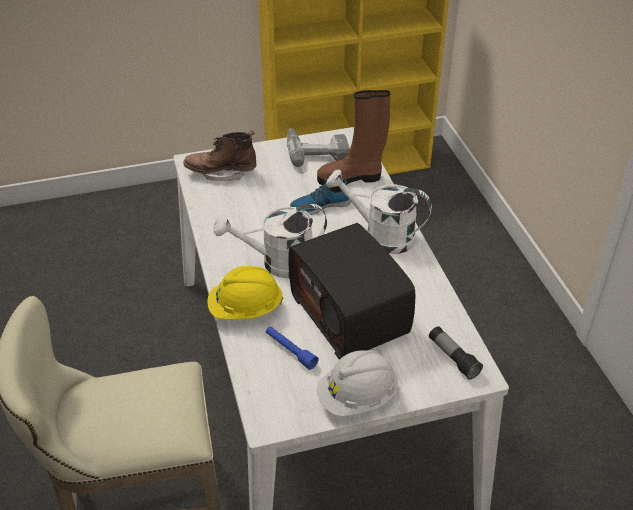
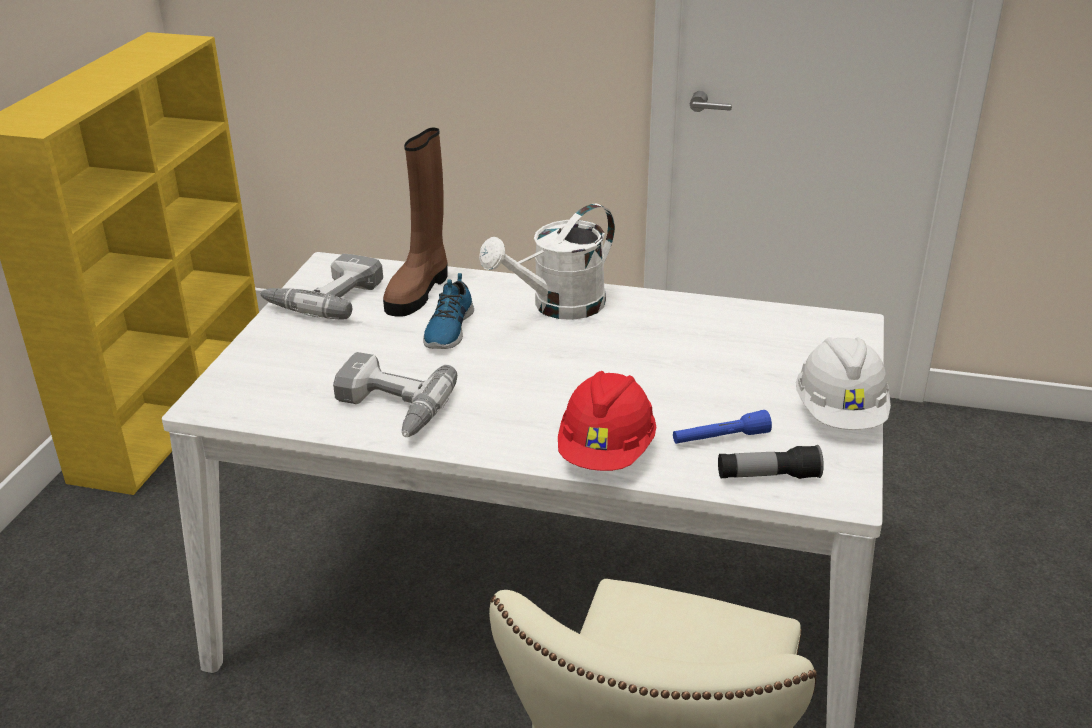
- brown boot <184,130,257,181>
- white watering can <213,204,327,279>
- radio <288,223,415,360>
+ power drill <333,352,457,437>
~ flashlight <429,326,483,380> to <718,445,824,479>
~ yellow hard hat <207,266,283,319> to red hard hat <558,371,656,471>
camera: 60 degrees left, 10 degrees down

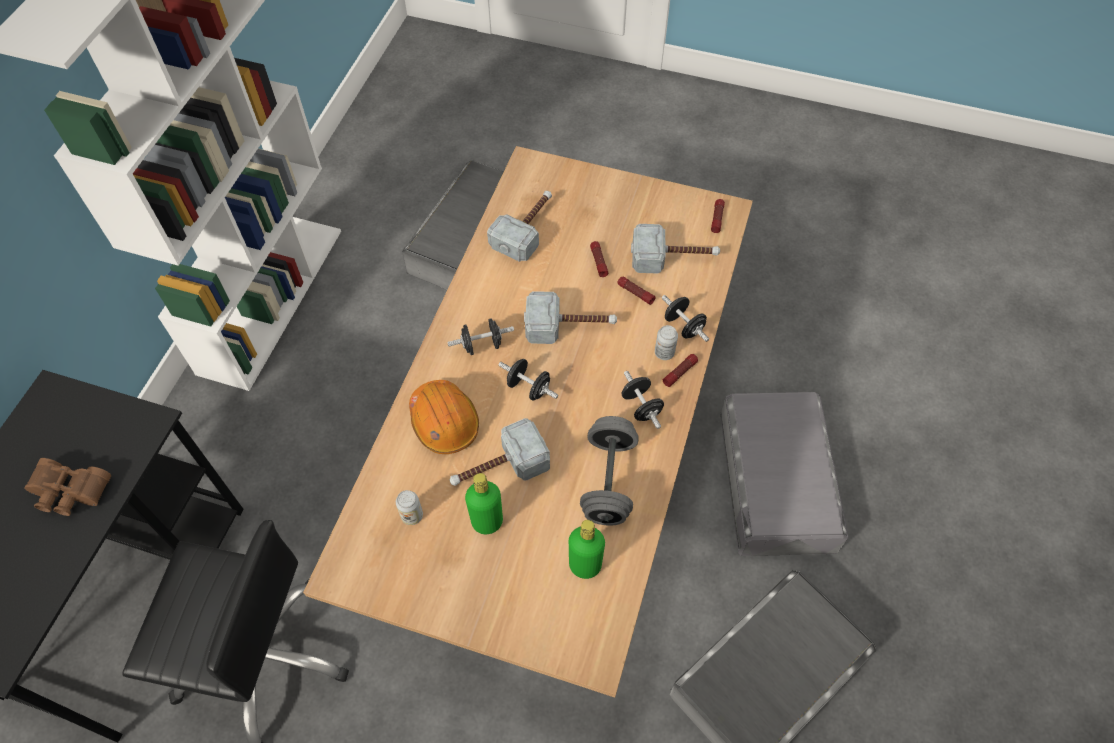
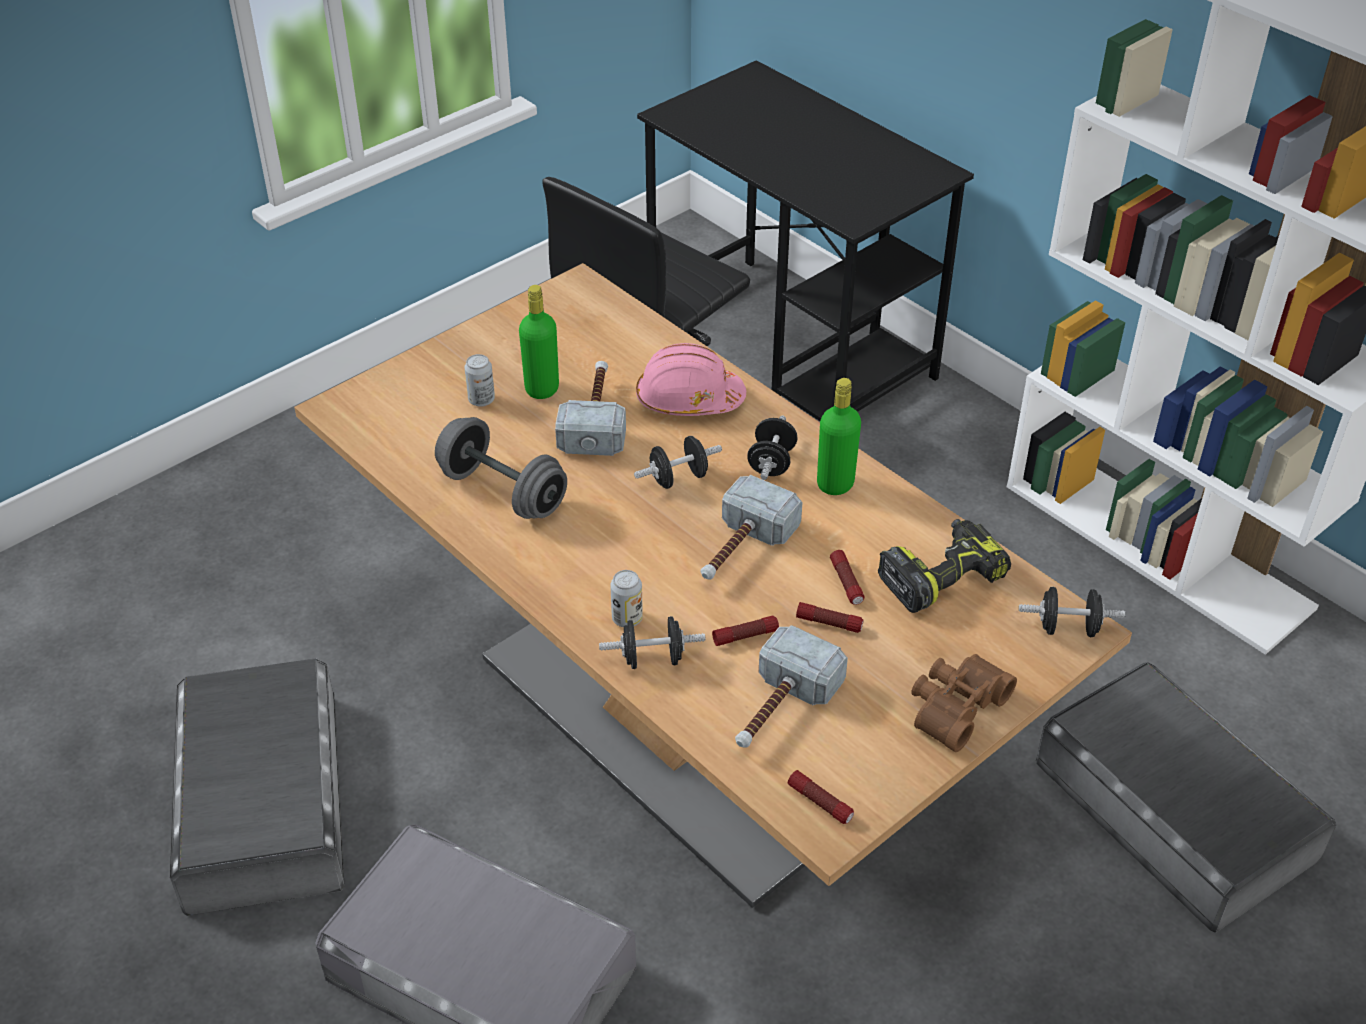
~ brown binoculars <24,458,111,516> to <911,654,1017,752>
~ can <396,490,423,525> to <464,354,495,407>
~ green bottle <569,520,605,579> to <817,378,861,495>
~ black dumbbell <622,371,664,429> to <1019,587,1125,637>
~ flashlight <663,354,698,387> to <830,550,864,605>
~ hammer <487,191,552,262> to power drill <878,519,1011,613>
~ orange hard hat <409,380,479,454> to pink hard hat <636,343,746,416>
camera: 120 degrees right, 15 degrees down

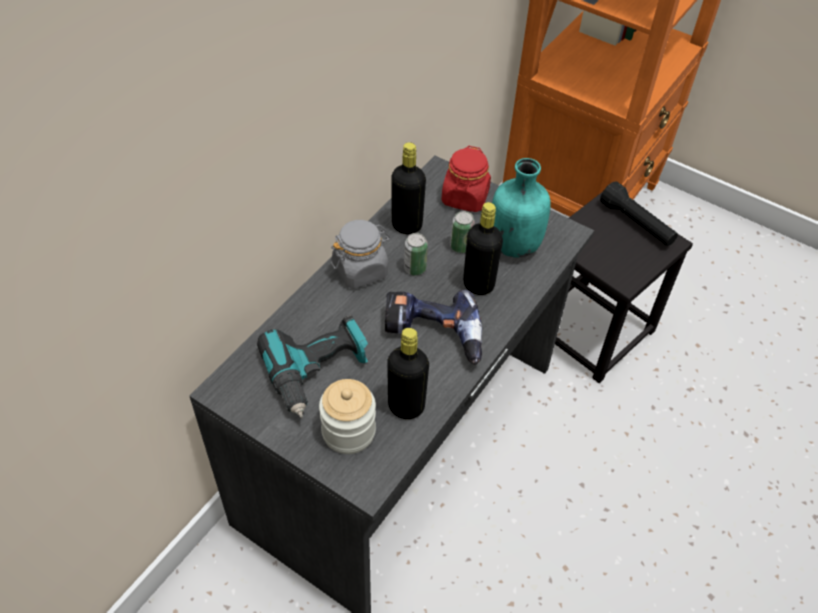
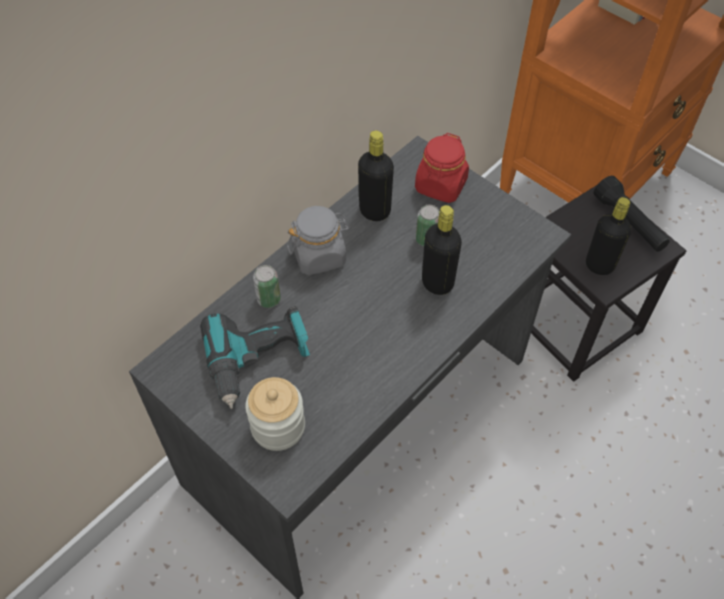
- power drill <385,290,482,365>
- turquoise bottle <492,158,551,258>
~ black bottle <387,328,429,419> to <586,197,631,275>
~ can <404,233,428,275> to <253,265,281,308>
camera: 10 degrees right, 5 degrees up

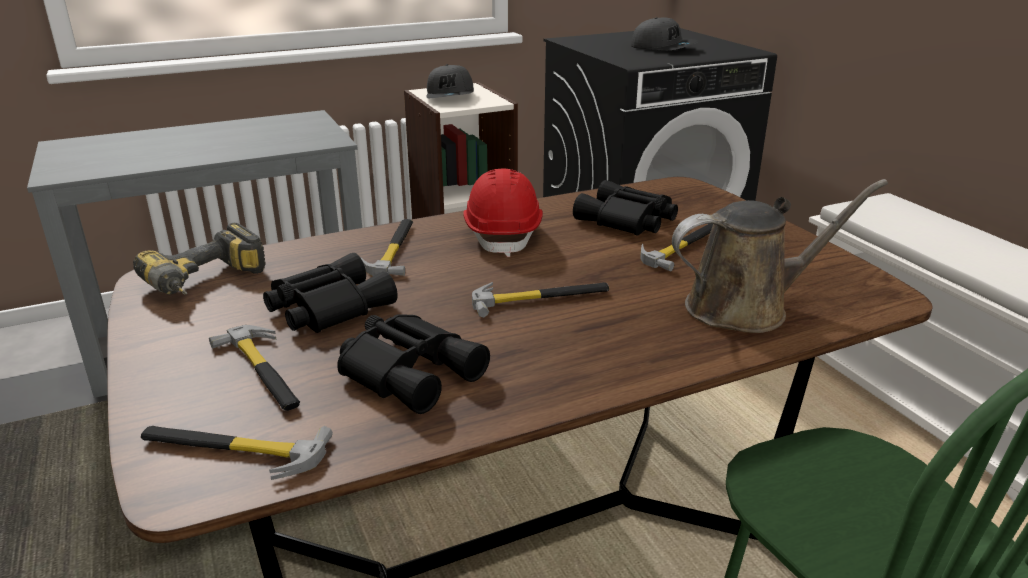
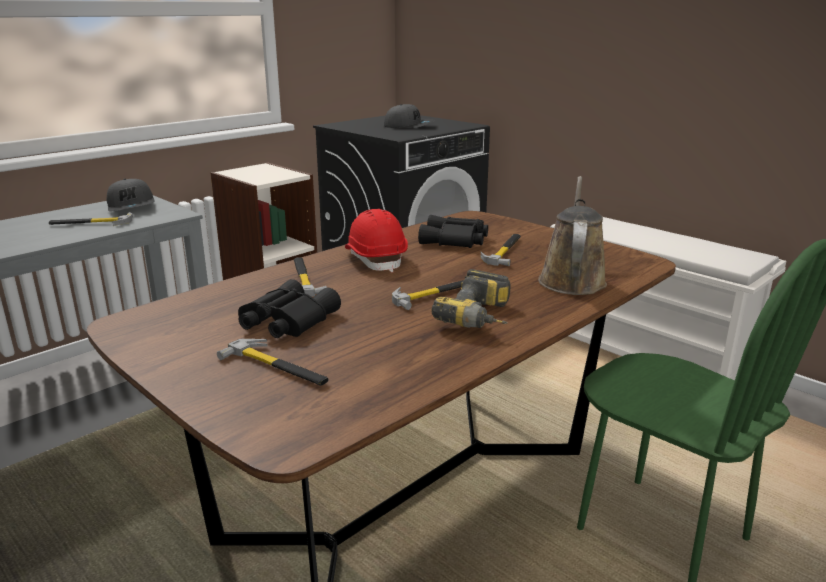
- black binoculars <337,314,490,414>
~ power drill <133,223,266,295> to <431,269,511,328>
~ hammer <141,426,333,480> to <49,212,133,226>
~ grey cap <427,64,474,98> to <107,179,154,211>
~ brown watering can <672,179,888,333> = <538,176,607,295> 45 degrees counterclockwise
camera: 20 degrees left, 5 degrees down

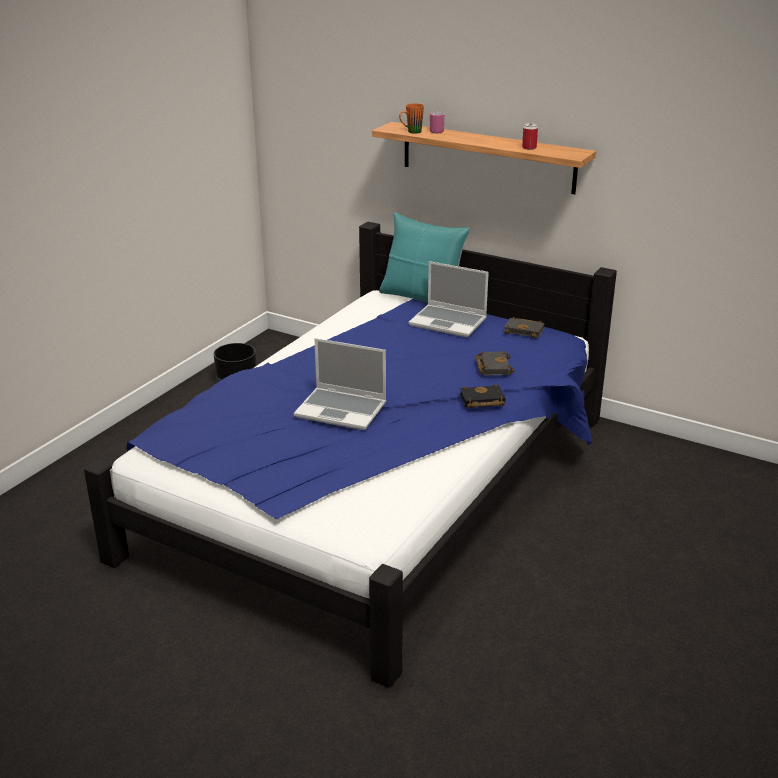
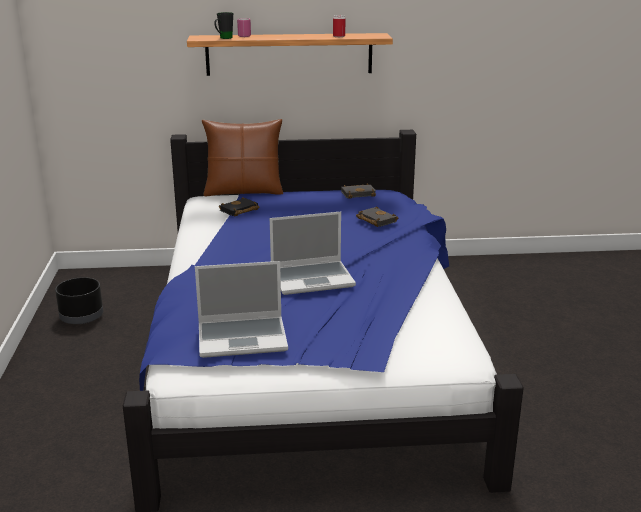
~ laptop <409,261,489,337> to <195,261,288,358>
~ black book <460,384,506,408> to <219,197,259,216>
~ turquoise pillow <379,212,470,302> to brown pillow <202,119,283,196>
~ orange mug <399,103,424,133> to black mug <214,12,233,39>
camera: 35 degrees left, 5 degrees down

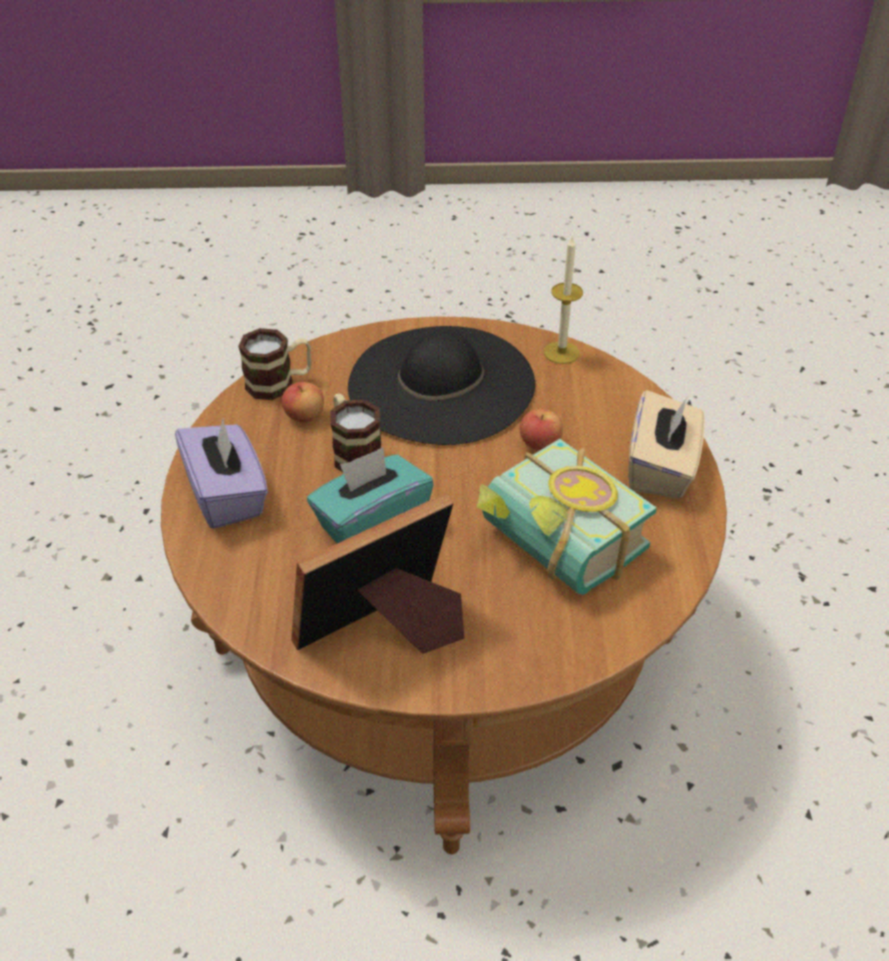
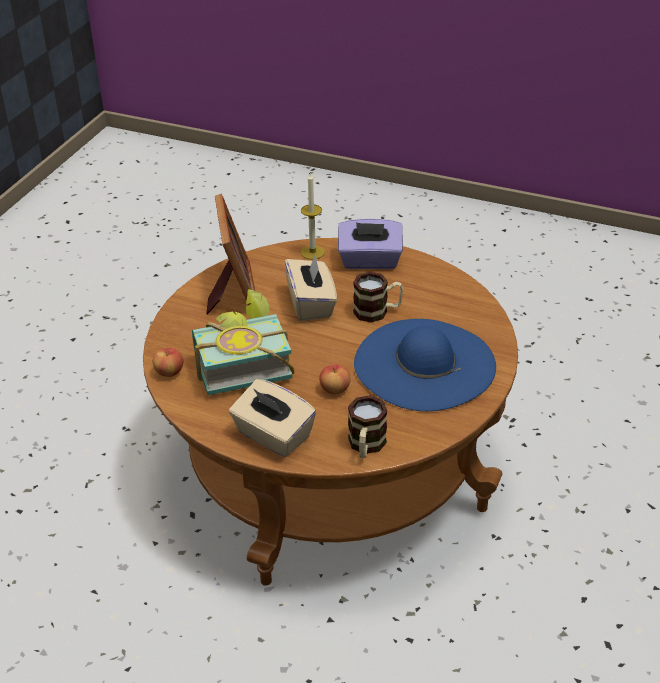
~ mug <238,328,311,400> to <348,395,387,458>
~ apple <282,382,324,422> to <153,347,183,377>
~ candle <544,237,583,364> to <301,173,325,259>
~ turquoise tissue box <307,447,434,543> to beige tissue box <284,253,337,321>
~ black hat <348,326,535,445> to blue hat <354,319,496,411>
camera: 115 degrees right, 5 degrees down

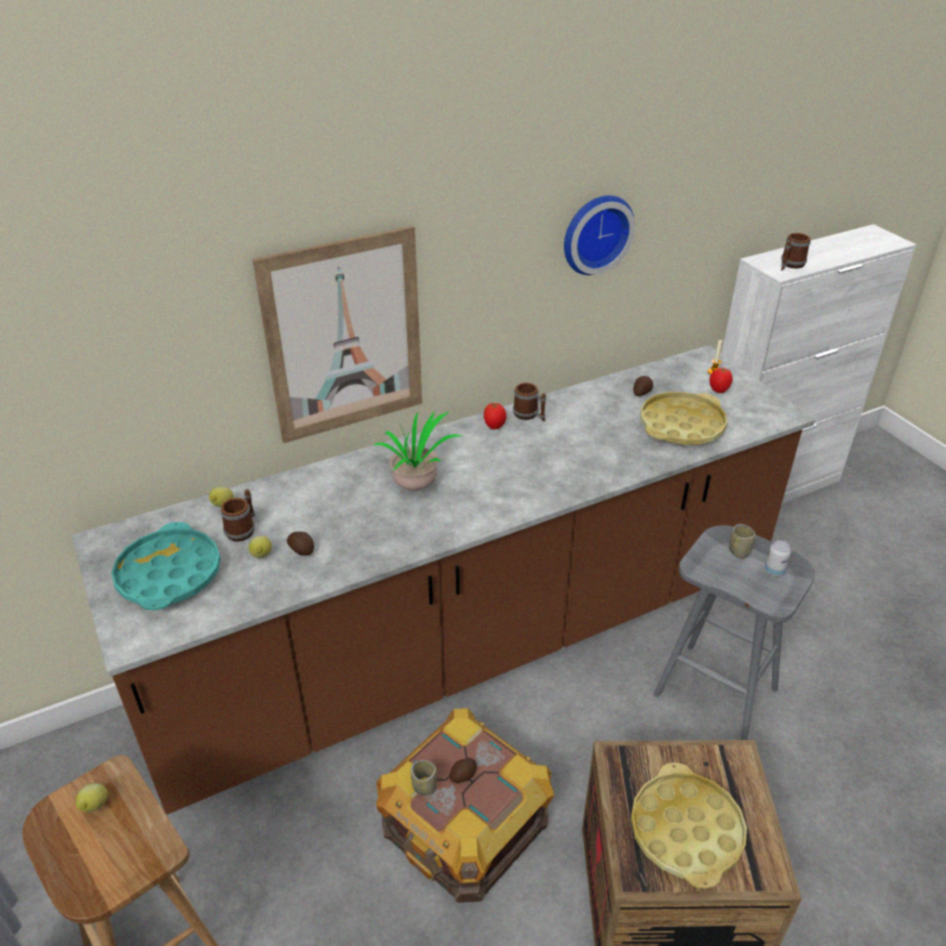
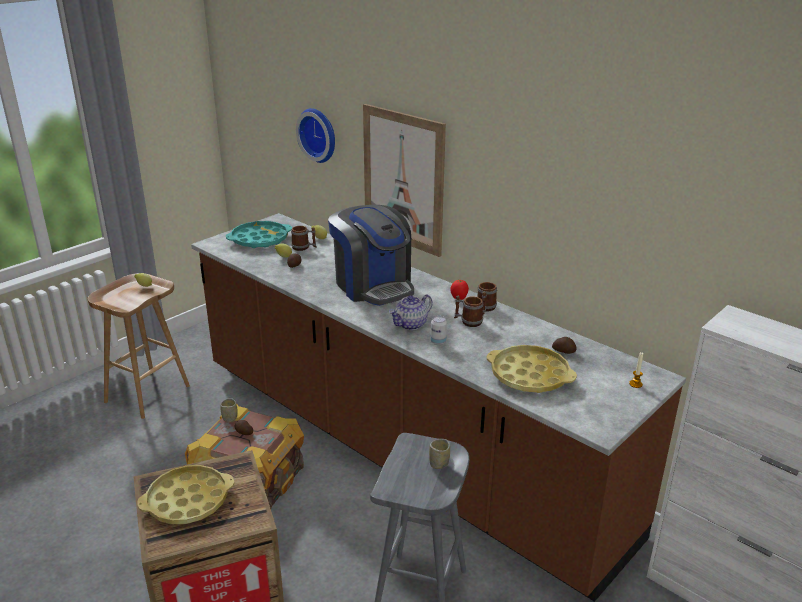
- tomato <709,368,733,393>
+ teapot <389,294,433,330>
~ wall clock <564,196,635,275> to <296,108,335,163>
~ can <765,540,791,576> to <431,316,447,345>
~ mug <781,233,811,271> to <454,296,483,327>
~ potted plant <374,411,462,490> to coffee machine <328,205,414,306>
camera: 70 degrees right, 10 degrees down

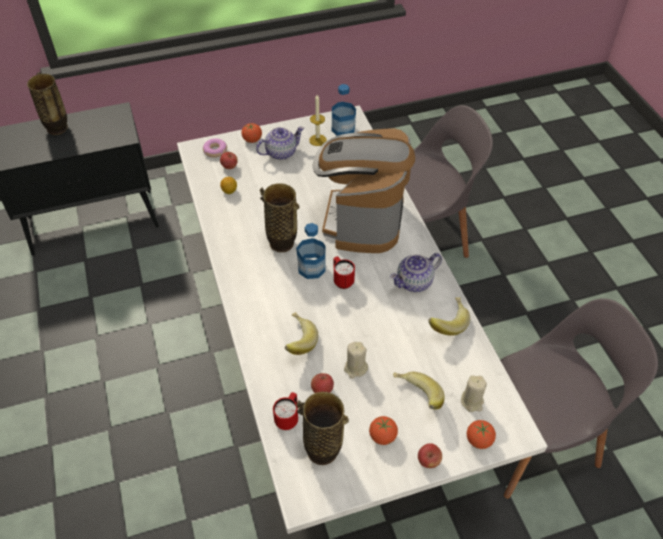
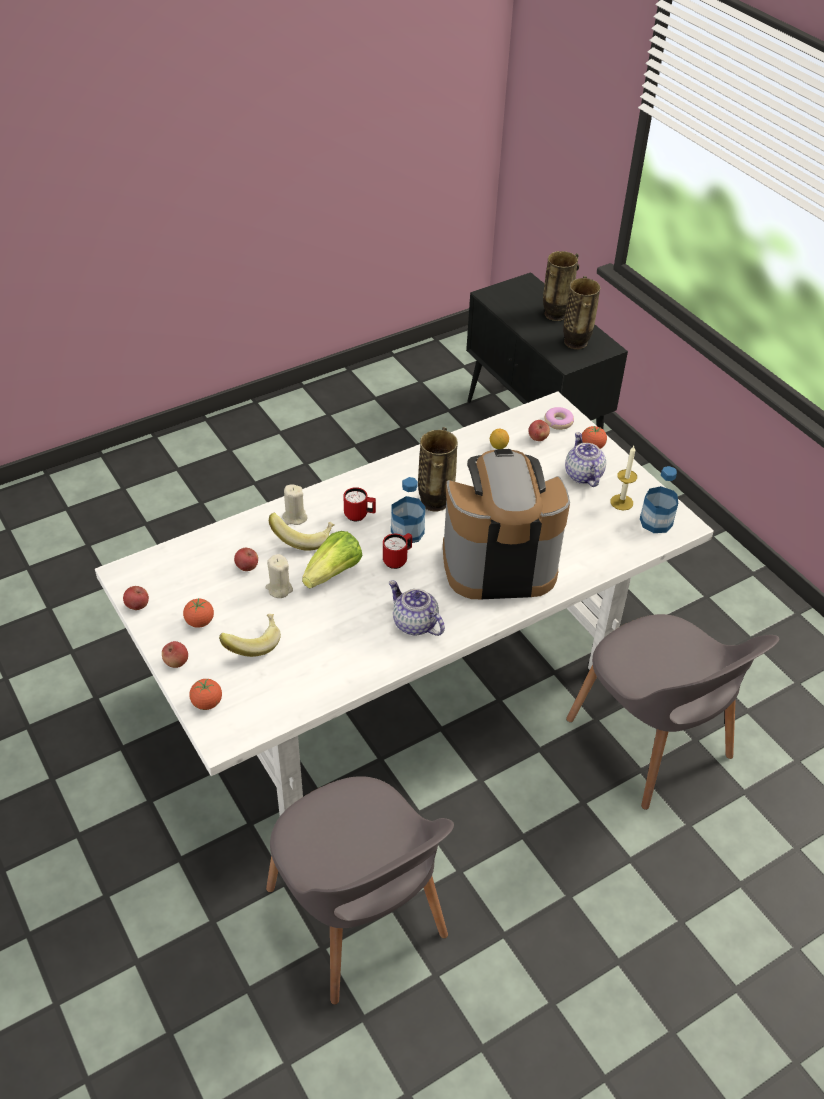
- banana <428,297,470,336>
+ apple <123,586,149,610>
+ lettuce <302,531,363,589>
~ red mug <273,392,298,430> to <343,487,376,521>
~ vase <296,392,349,465> to <563,276,600,349>
~ beige candle <461,375,487,412> to <282,484,307,525>
~ teapot <256,126,304,160> = <565,432,606,487> 150 degrees counterclockwise
camera: 75 degrees right, 5 degrees down

